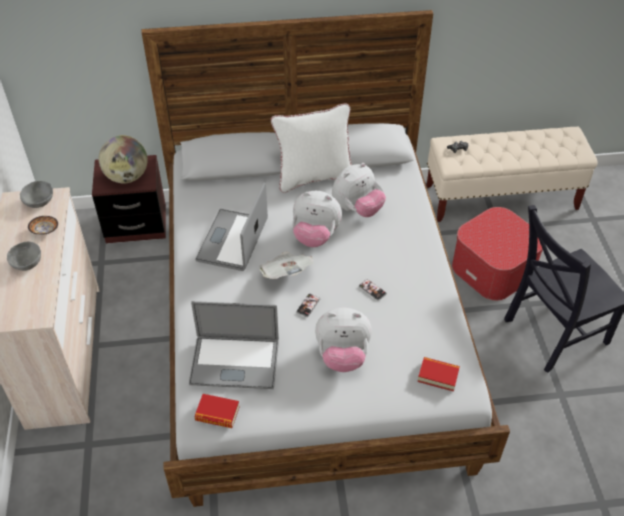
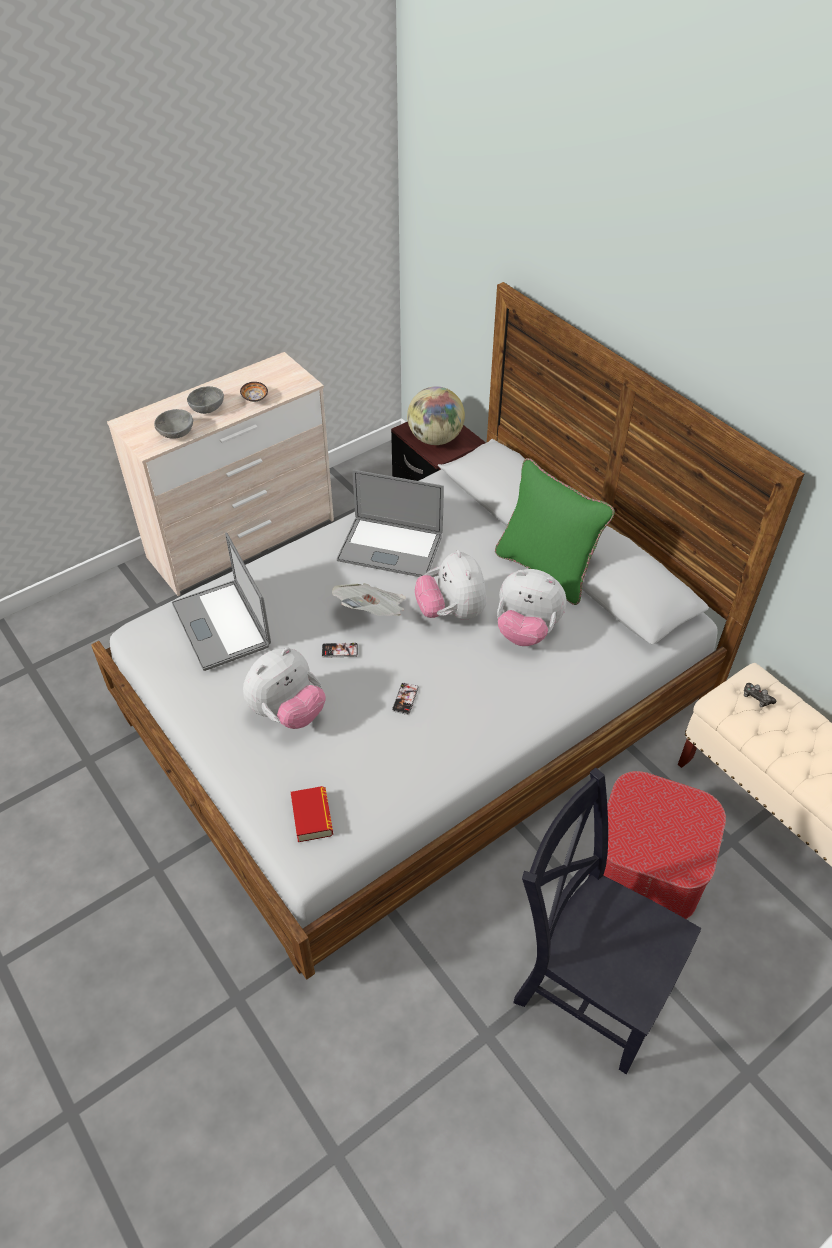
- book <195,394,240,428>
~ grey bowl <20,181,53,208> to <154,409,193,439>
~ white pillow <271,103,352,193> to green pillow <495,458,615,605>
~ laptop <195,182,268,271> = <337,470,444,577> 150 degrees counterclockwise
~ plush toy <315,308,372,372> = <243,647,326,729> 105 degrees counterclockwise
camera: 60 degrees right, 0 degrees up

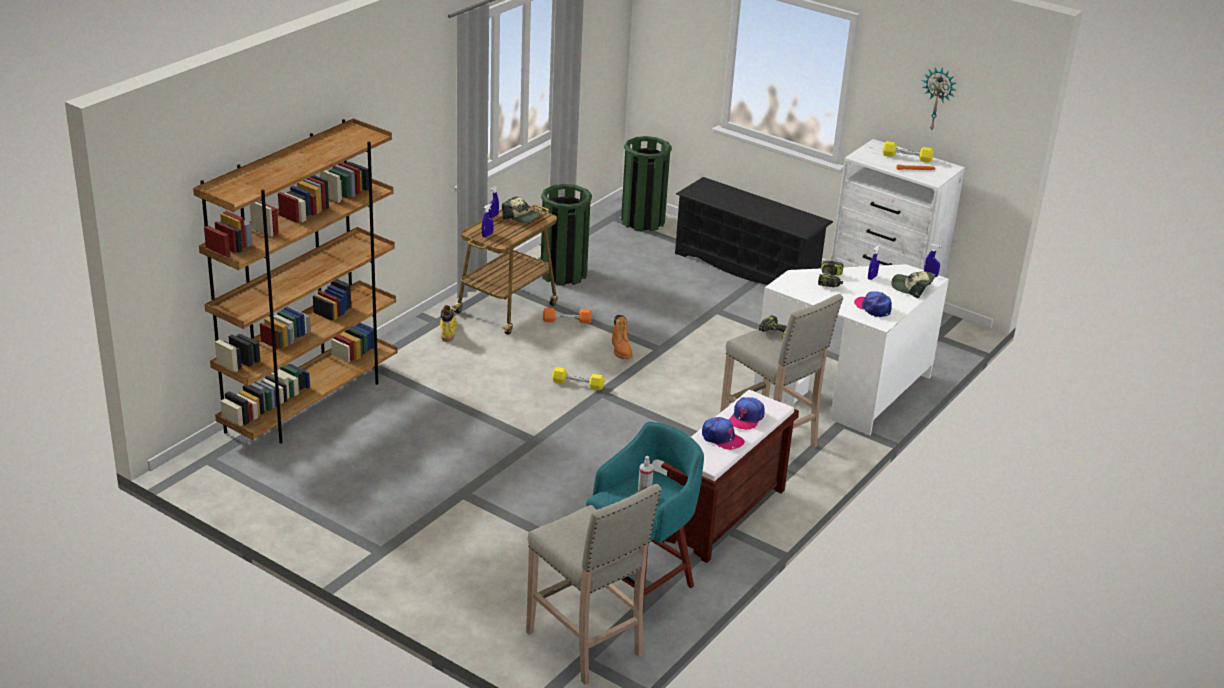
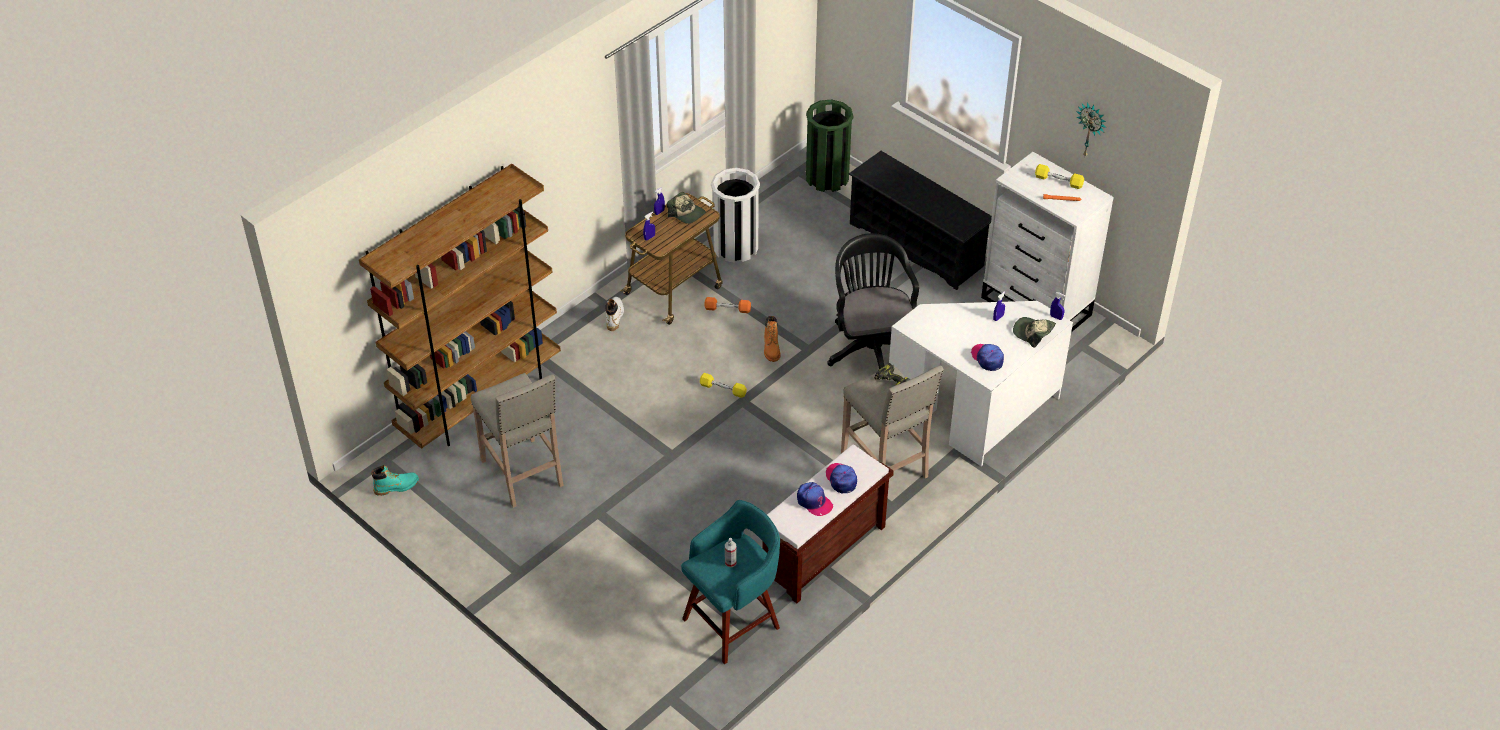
- power drill <818,260,844,287>
+ turquoise boot <371,465,419,496>
+ black office chair <827,233,919,369>
~ beige stool <526,484,662,685> to <471,373,564,508>
~ yellow boot <440,305,457,342> to white boot <605,297,624,331>
~ green trash can <541,184,592,286> to white trash can <711,168,760,263>
~ cap <729,397,765,430> = <825,463,857,493> 120 degrees clockwise
camera: 10 degrees right, 15 degrees up

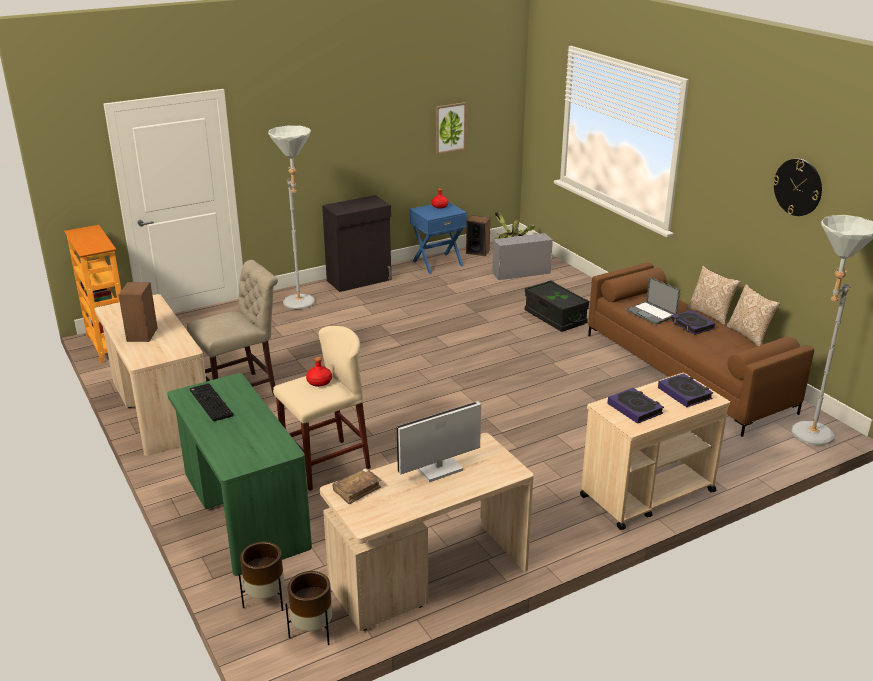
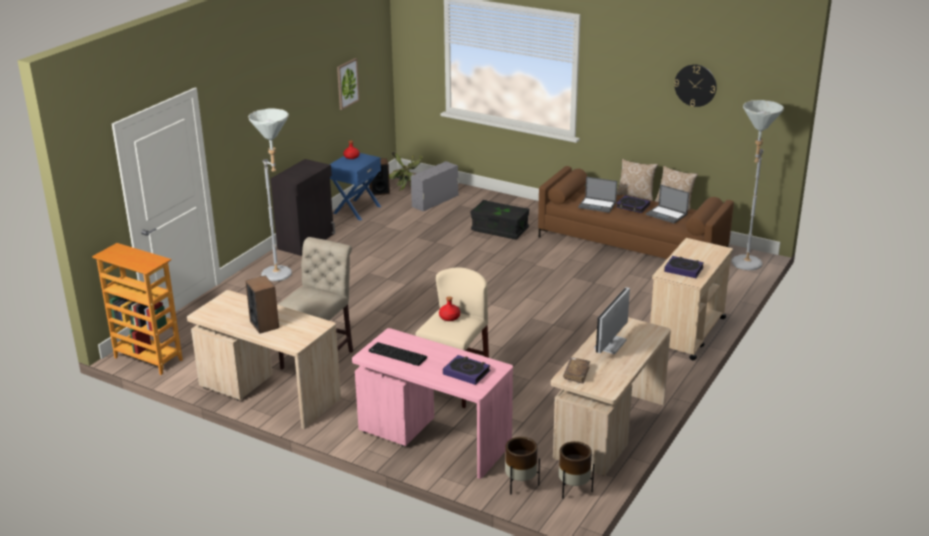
+ laptop <646,184,689,224>
~ book <658,373,713,407> to <443,355,490,385>
~ green desk <167,373,312,576> to pink desk <352,328,513,479>
camera: 30 degrees left, 0 degrees up

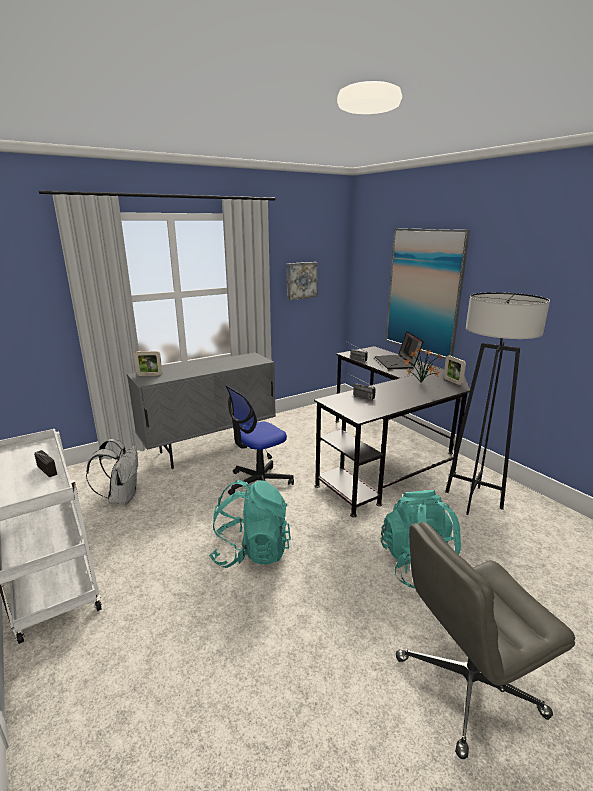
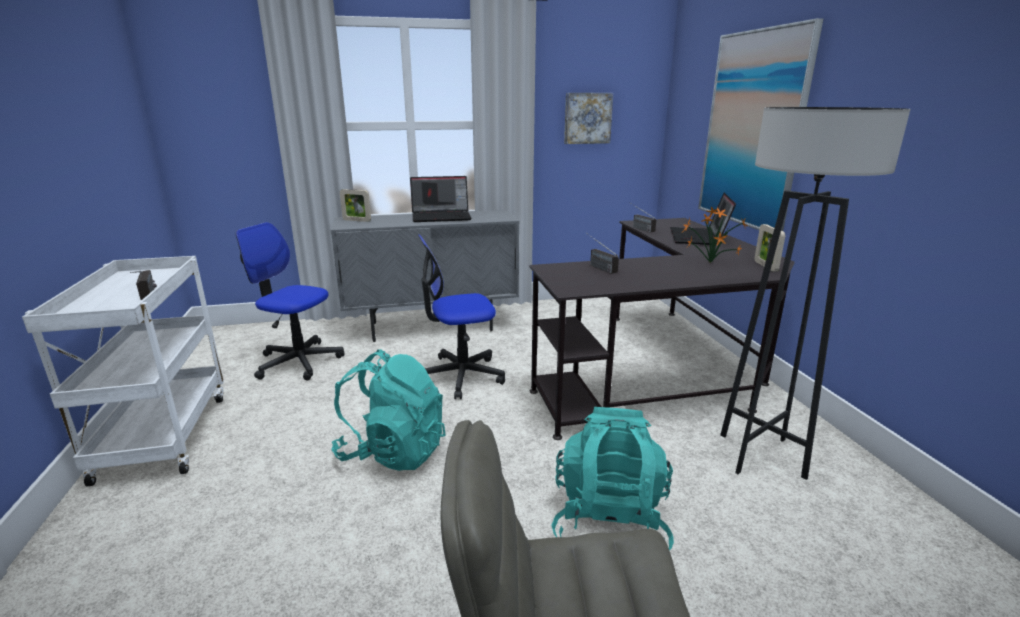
+ laptop <410,176,472,222>
~ white backpack <86,439,138,504> to office chair <236,222,345,380>
camera: 20 degrees right, 0 degrees up

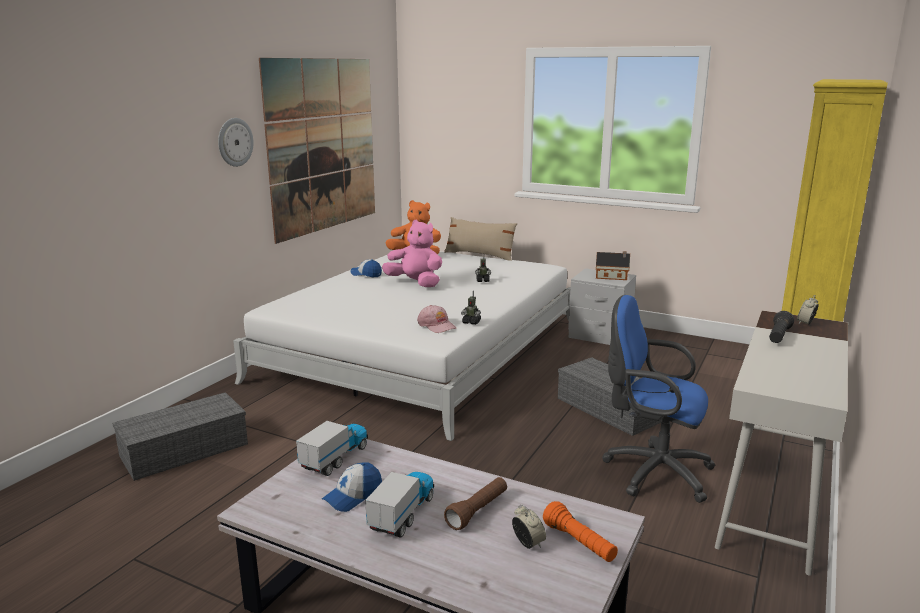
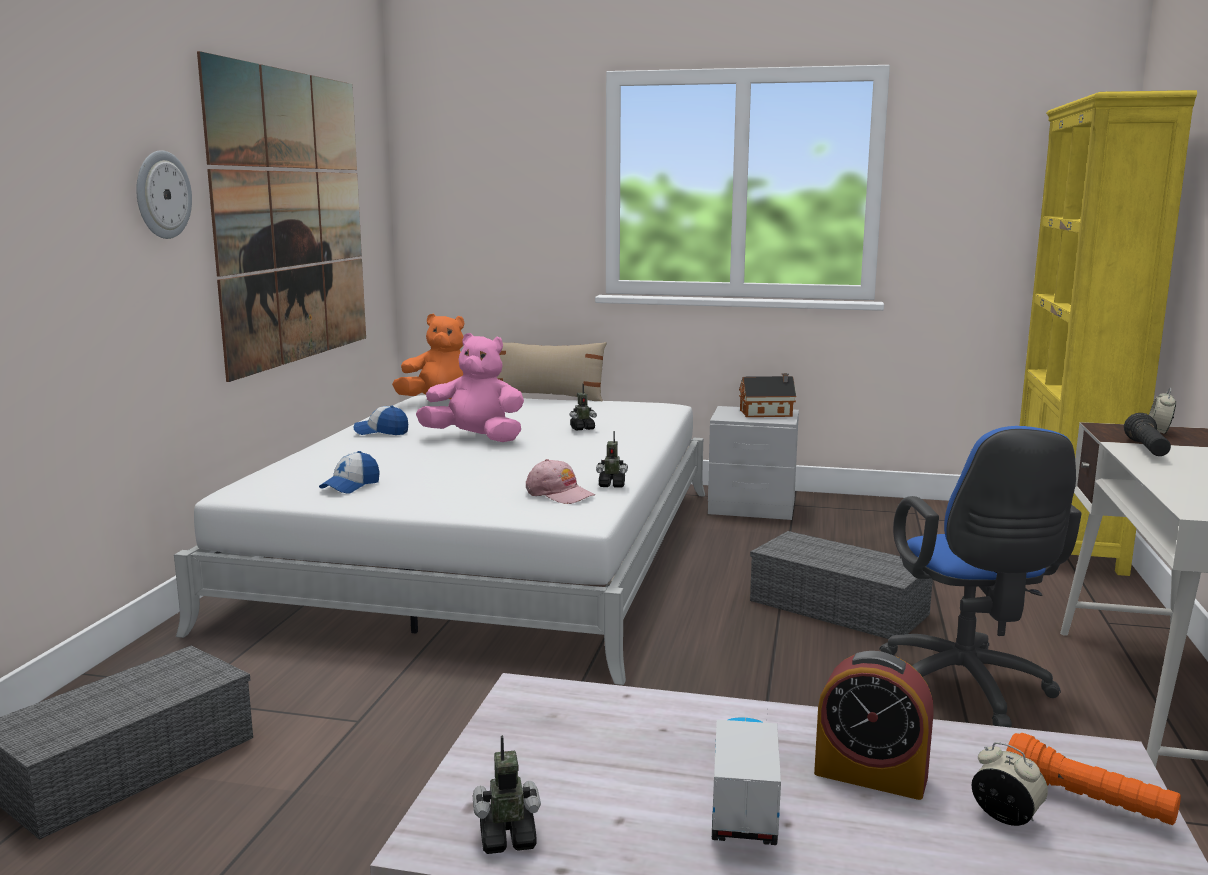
- toy truck <296,419,368,476>
+ toy robot <473,735,541,854>
~ cap <322,462,382,512> to <319,451,380,494>
~ brown flashlight <444,477,507,530> to alarm clock <814,651,934,800>
~ blue office chair <602,295,716,503> = <879,426,1081,727> 105 degrees counterclockwise
camera: 15 degrees left, 5 degrees down

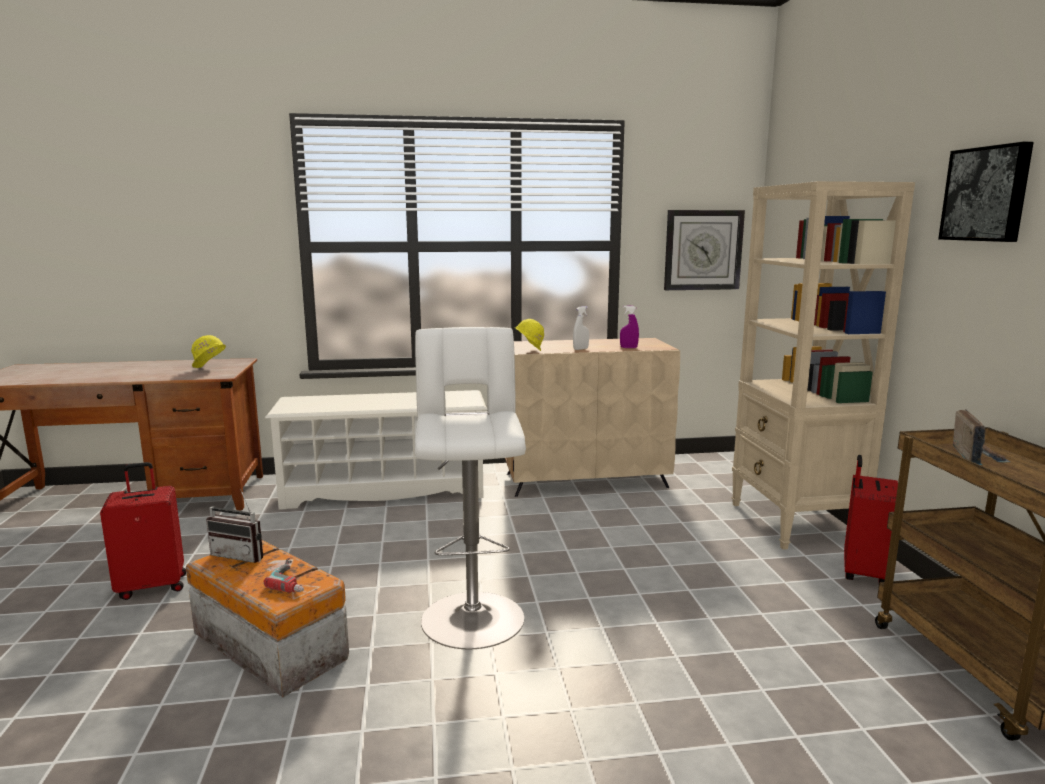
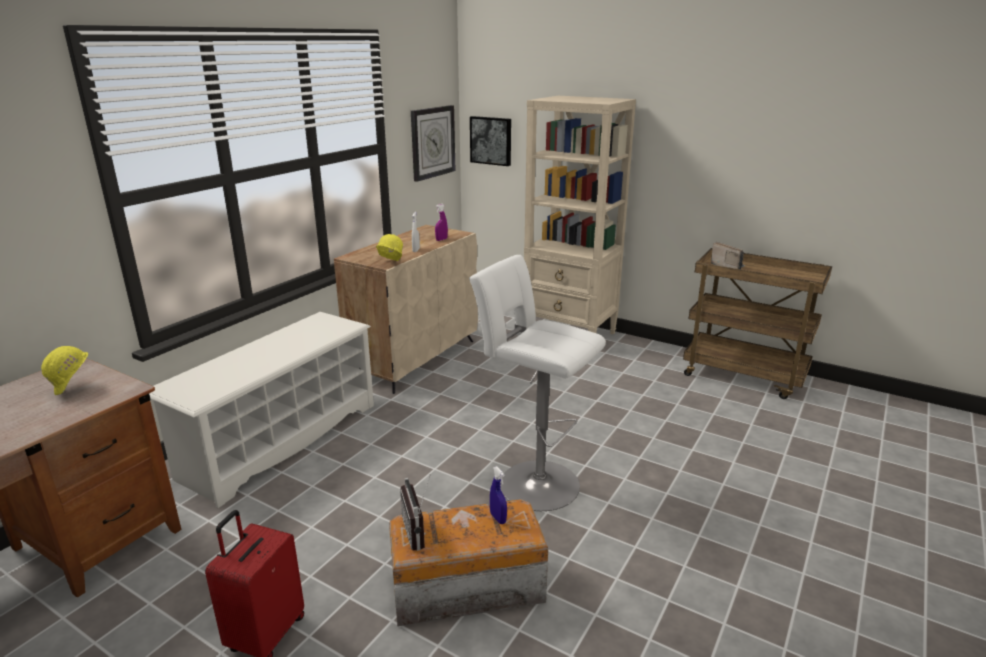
- red suitcase <844,455,898,582>
~ picture <938,142,1034,242> to <470,116,511,166>
~ power drill <264,558,304,593> to blue spray bottle <490,466,507,524>
~ radio <206,489,263,563> = <400,474,431,551> 105 degrees clockwise
camera: 50 degrees left, 10 degrees up

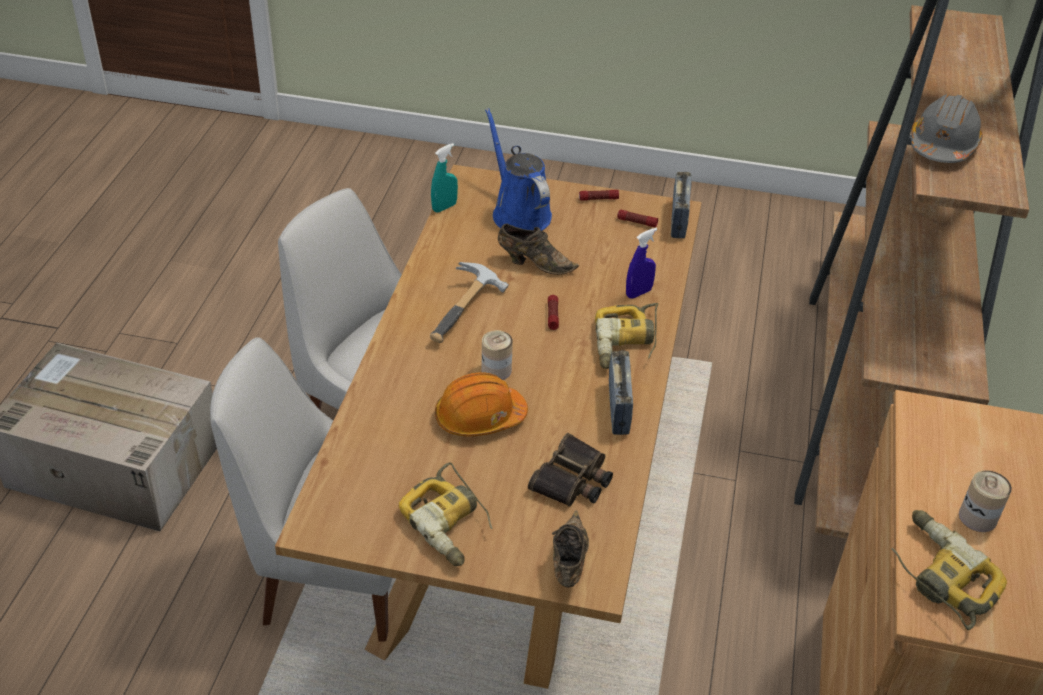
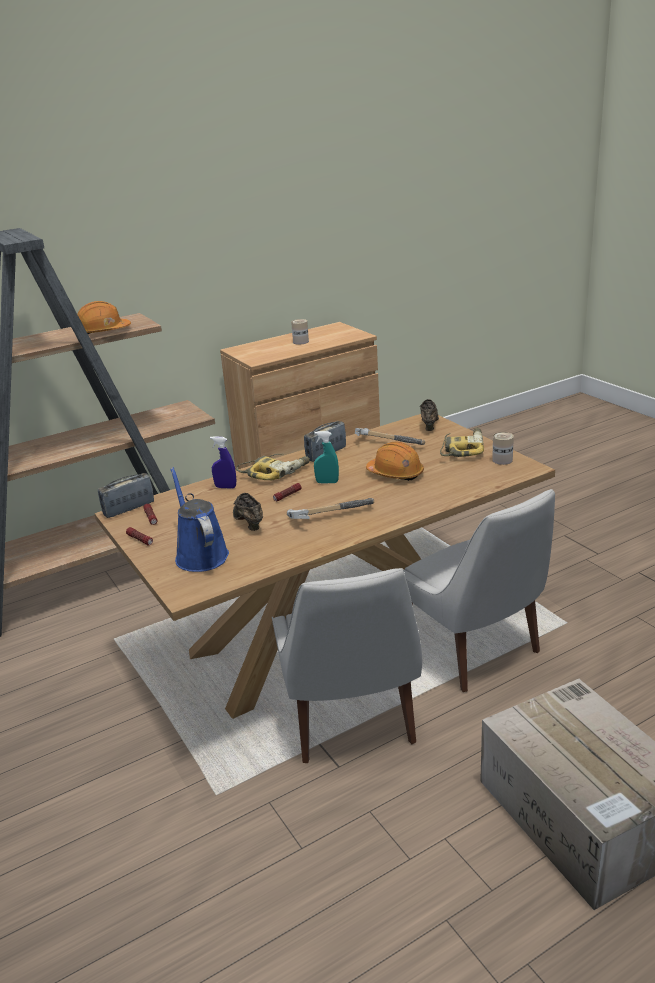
- power drill <892,510,1007,630>
~ turquoise spray bottle <431,143,458,213> to <314,431,339,483>
~ can <481,330,513,380> to <492,432,514,465>
~ binoculars <528,433,613,506> to hammer <355,428,425,445>
~ grey hard hat <911,94,983,163> to orange hard hat <77,301,131,334>
~ blue watering can <485,108,552,231> = <170,467,229,572> 135 degrees clockwise
~ brown shoe <552,510,589,588> = <419,399,439,431> 135 degrees clockwise
camera: 130 degrees left, 15 degrees down

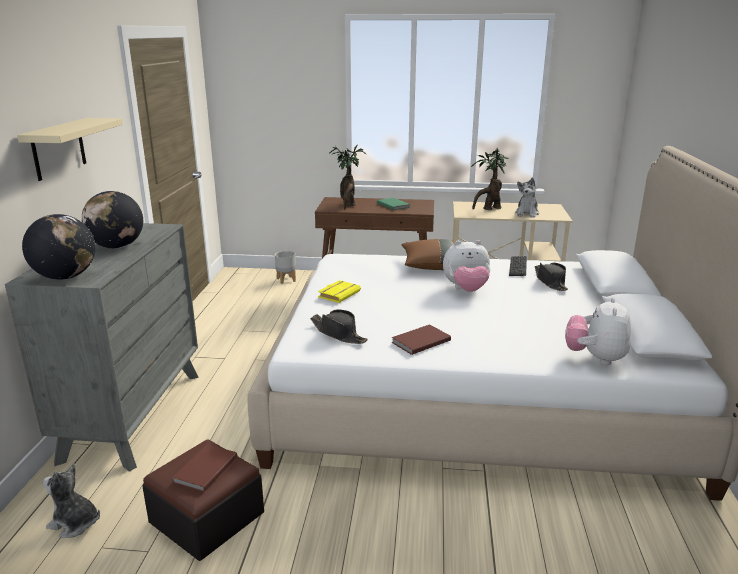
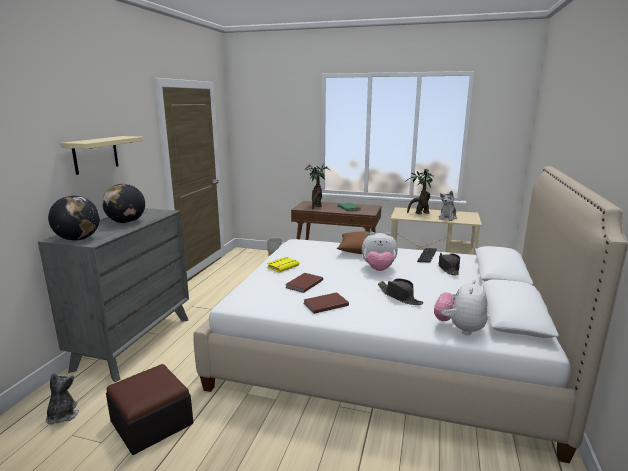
~ brown book <172,444,237,492> to <286,273,323,293>
~ black hat <310,309,368,344> to <378,278,424,305>
~ plush toy <43,464,100,538> = <46,373,79,425> 45 degrees clockwise
camera: 10 degrees right, 5 degrees down

